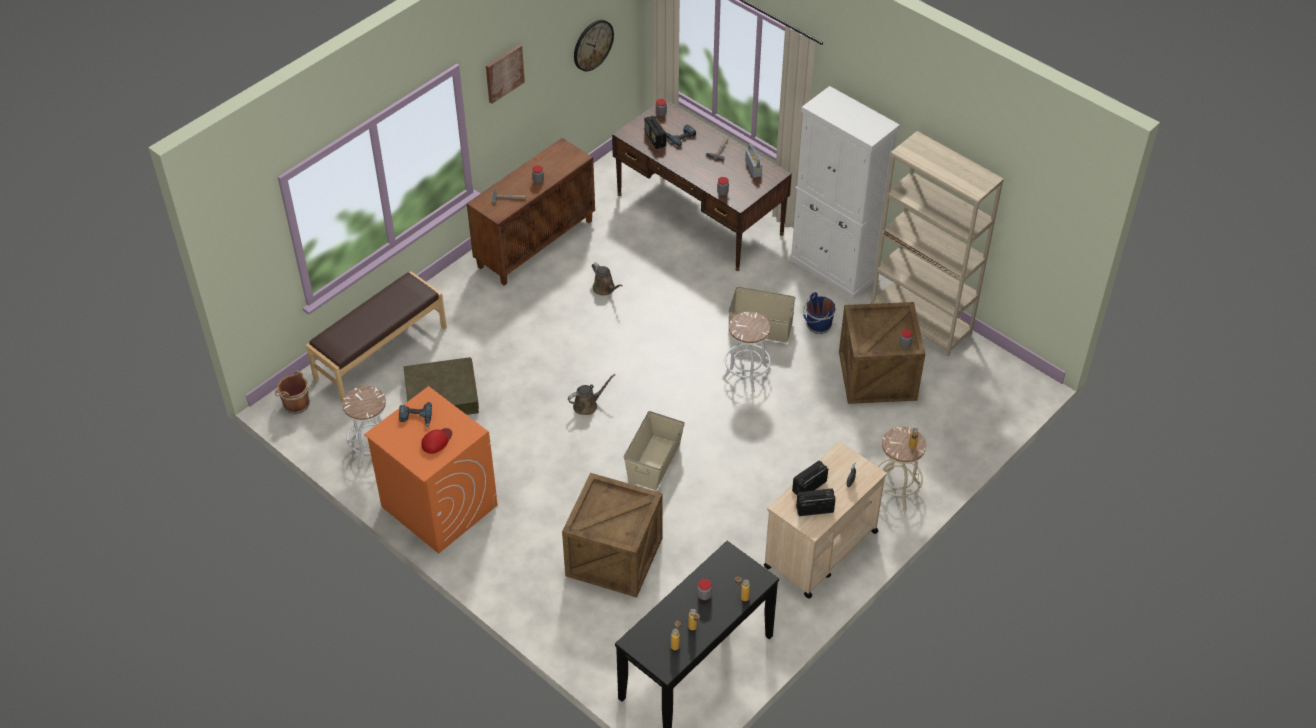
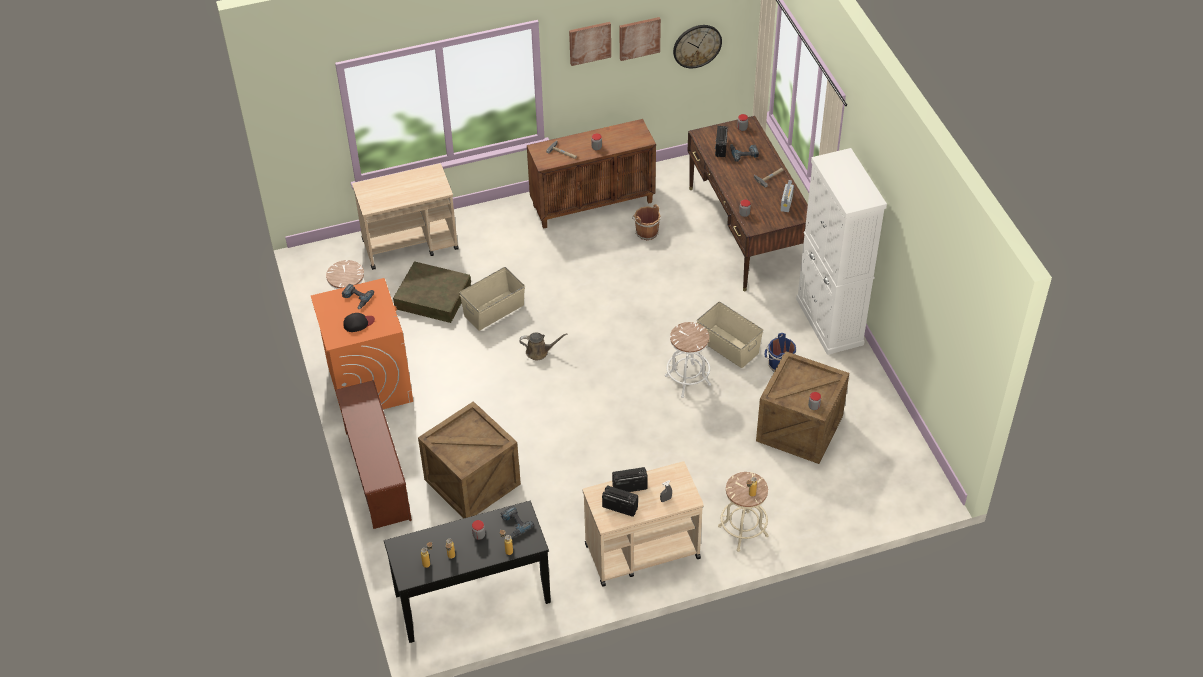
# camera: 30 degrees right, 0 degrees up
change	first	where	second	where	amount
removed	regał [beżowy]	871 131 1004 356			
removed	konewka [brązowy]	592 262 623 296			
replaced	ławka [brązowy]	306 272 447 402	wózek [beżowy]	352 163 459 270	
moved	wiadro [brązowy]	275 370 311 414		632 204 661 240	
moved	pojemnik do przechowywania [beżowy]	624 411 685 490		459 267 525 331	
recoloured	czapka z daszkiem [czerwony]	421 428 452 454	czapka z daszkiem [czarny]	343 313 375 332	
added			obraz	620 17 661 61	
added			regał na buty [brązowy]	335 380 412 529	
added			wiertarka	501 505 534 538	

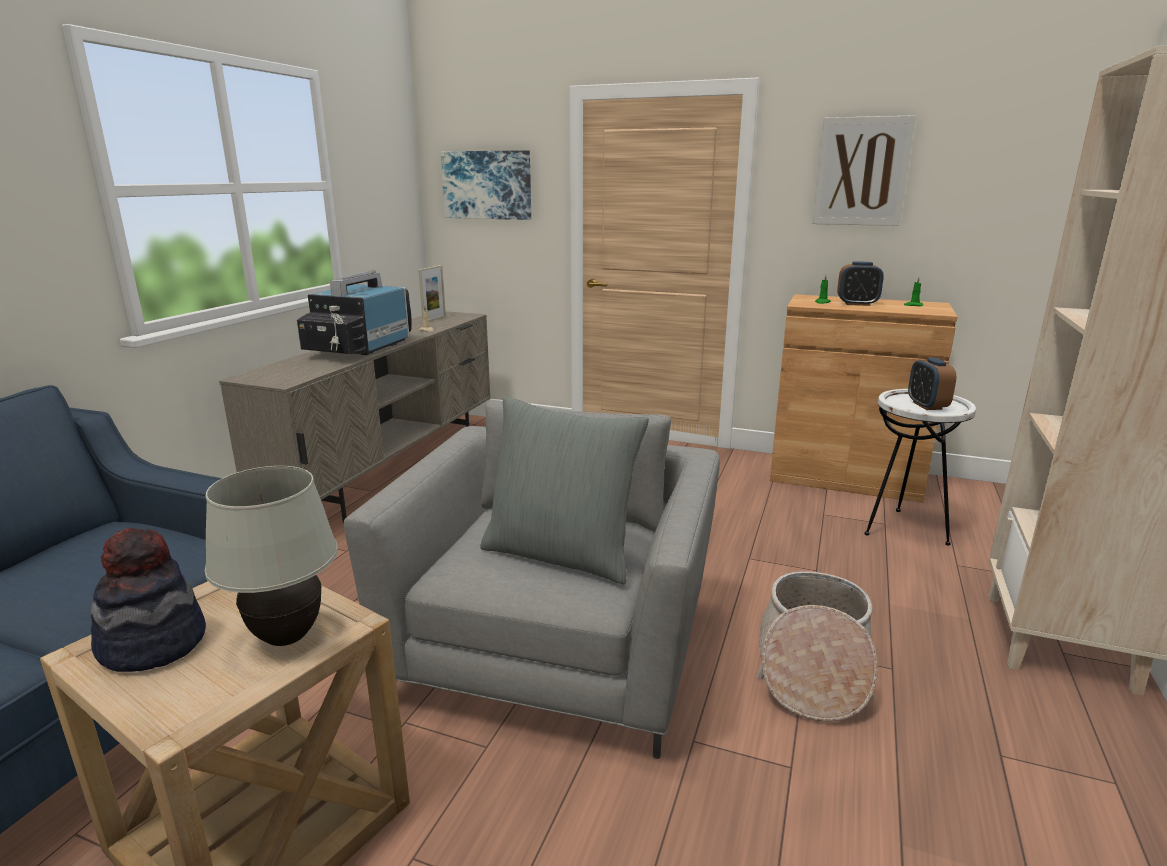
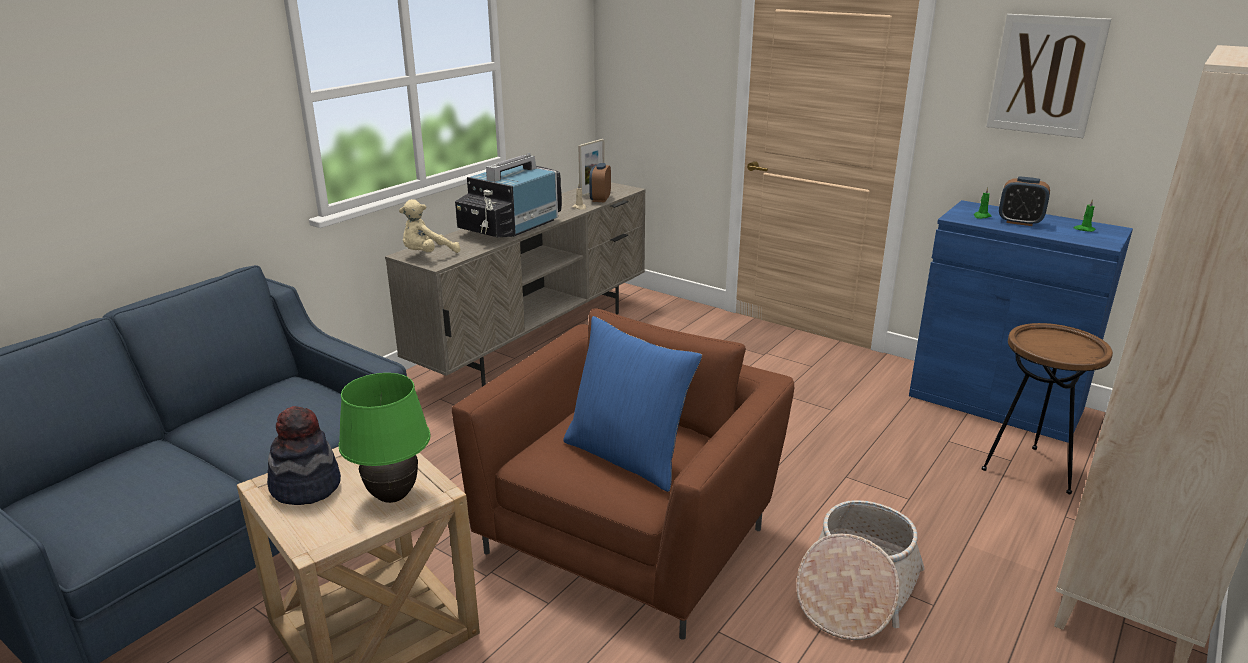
# camera: 15 degrees right, 5 degrees up
change	first	where	second	where	amount
removed	obraz	441 150 531 220			
recoloured	szafka [brązowy]	770 294 958 503	szafka [niebieski]	909 200 1133 443	
moved	budzik	908 357 956 410		589 163 611 202	
recoloured	stolik [biały]	864 389 976 545	stolik [brązowy]	982 323 1113 494	
recoloured	poduszka [szary]	480 397 649 584	poduszka [niebieski]	563 316 702 492	
recoloured	fotel [szary]	344 400 720 759	fotel [brązowy]	452 308 794 640	
recoloured	lampa stołowa [biały]	205 466 338 646	lampa stołowa [zielony]	338 373 431 503	
added			pluszak [beżowy]	399 199 460 253	

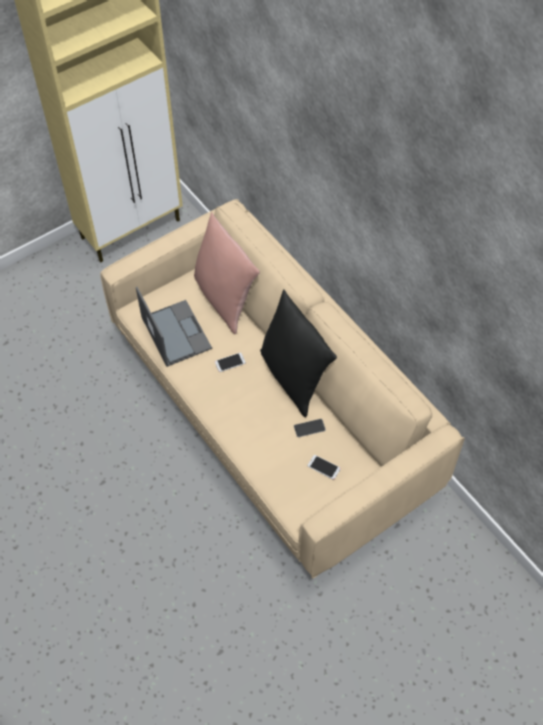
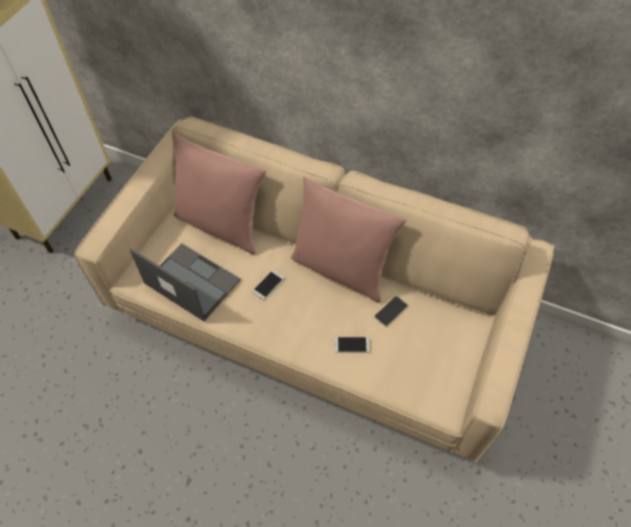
# camera: 30 degrees left, 0 degrees up
change	first	where	second	where	amount
recoloured	poduszka [czarny]	260 289 337 417	poduszka [różowy]	291 176 406 303	
moved	telefon	308 455 341 480		334 337 370 353	

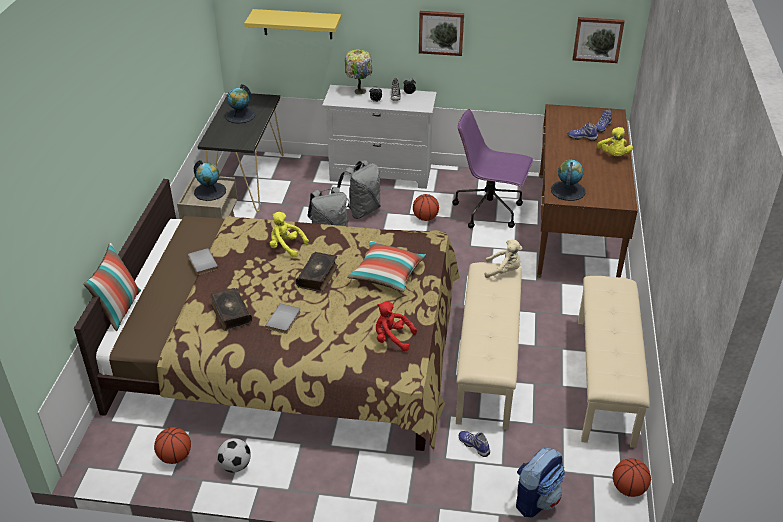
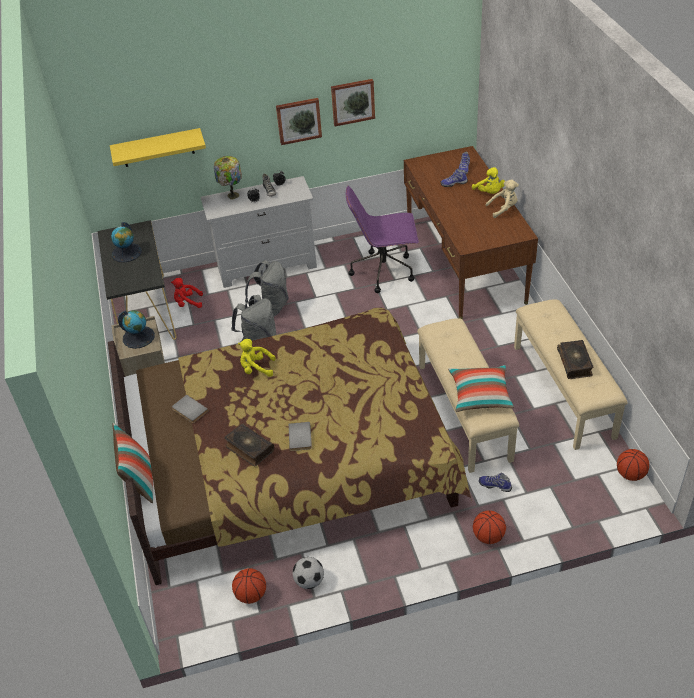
# camera: 20 degrees left, 5 degrees up
change	first	where	second	where	amount
moved	obraz	573 17 625 63		331 79 375 126	
removed	globus	551 160 585 201			
moved	piłka do koszykówki	413 194 439 221		473 510 506 544	
moved	pluszak [beżowy]	485 240 522 278		485 180 519 218	
moved	poduszka	347 241 426 292		448 365 514 412	
moved	książka	296 252 338 292		557 340 593 379	
moved	pluszak [czerwony]	376 301 417 351		171 278 203 308	
removed	plecak	516 448 565 518			

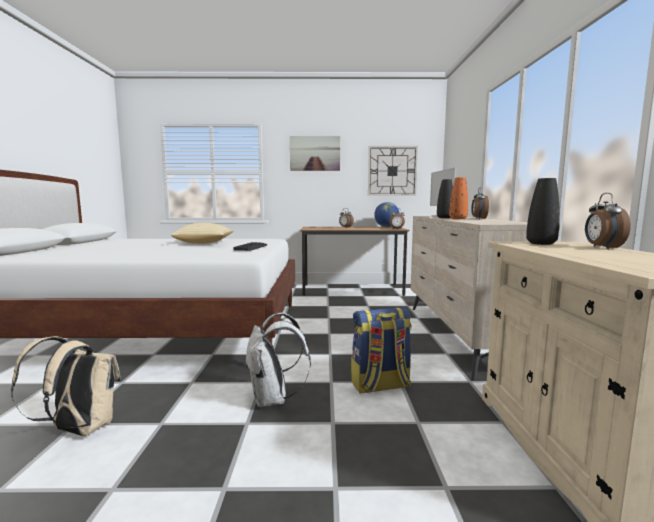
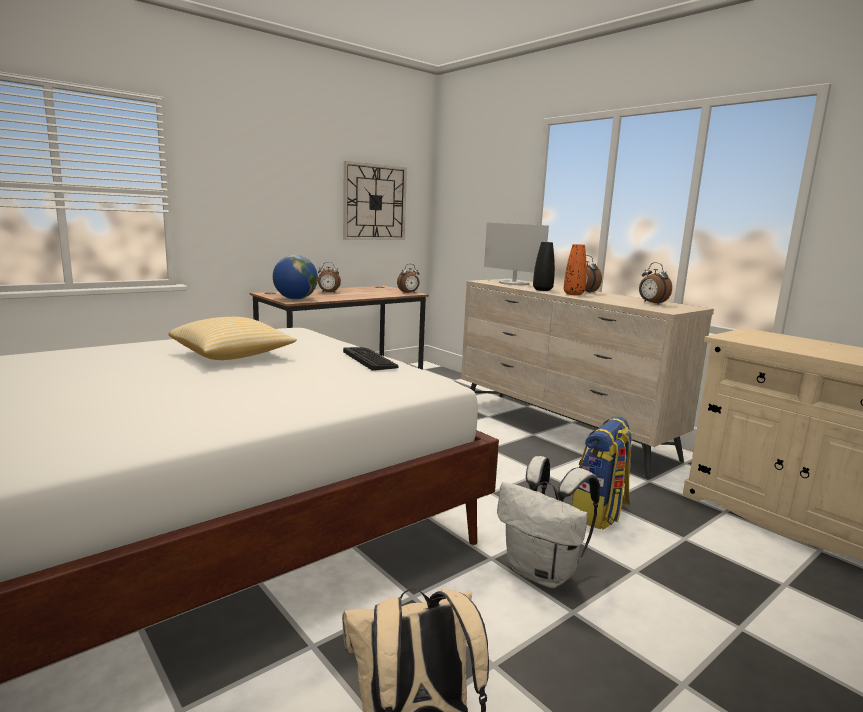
# camera: 40 degrees left, 5 degrees up
change	first	where	second	where	amount
removed	obraz	290 136 340 171			
removed	wazon [czarny]	526 178 560 245			
moved	budzik	585 193 631 249		639 262 672 305	
moved	globus	374 202 400 227		273 255 318 300	

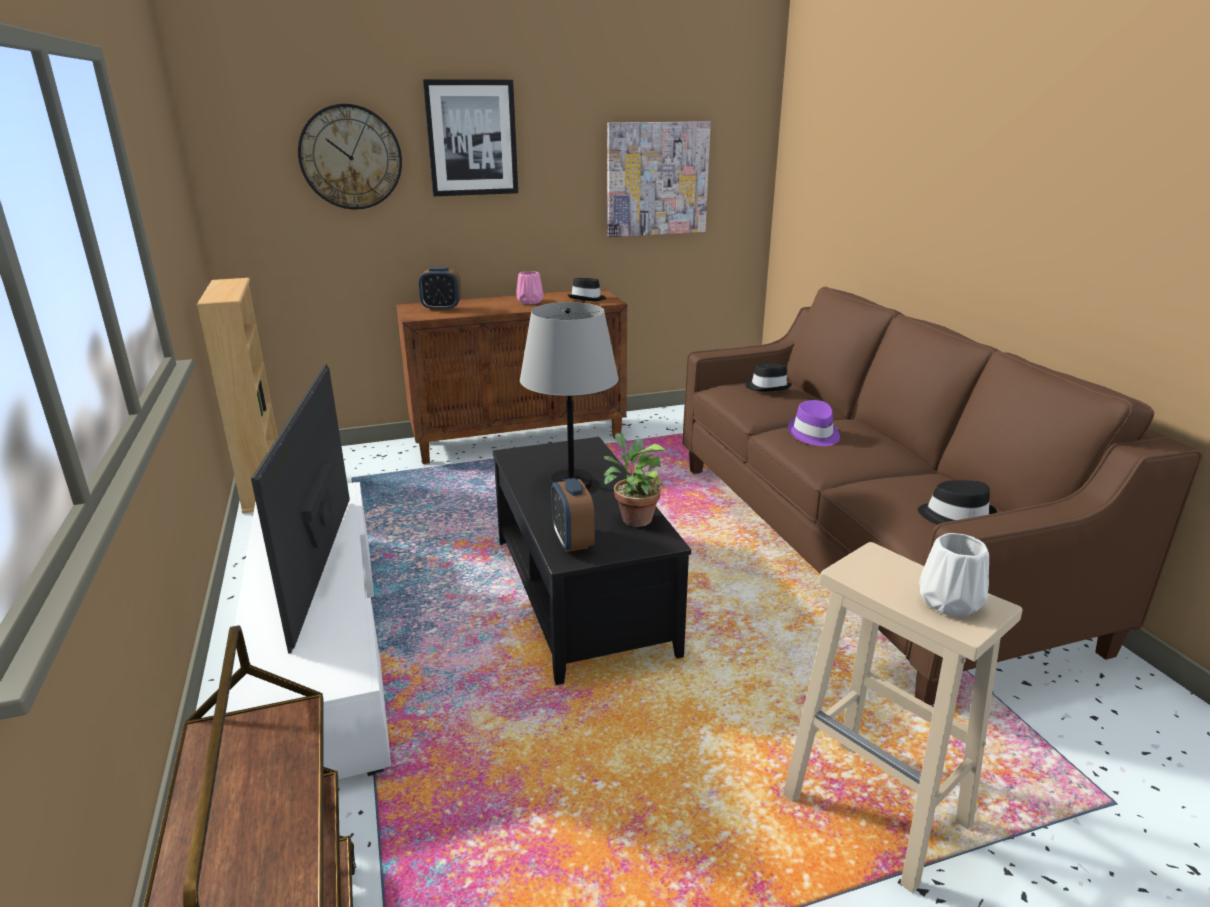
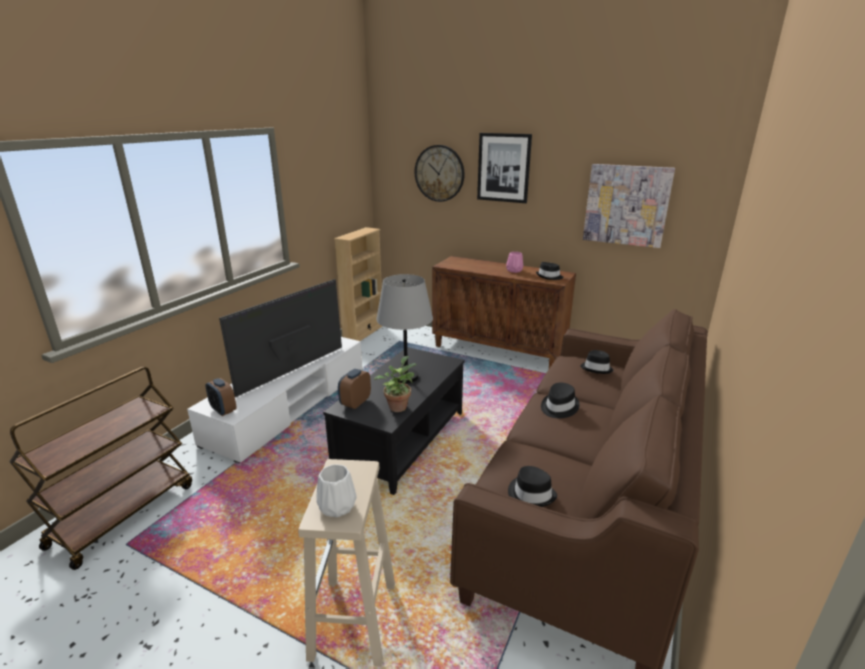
# camera: 45 degrees right, 0 degrees up
change	first	where	second	where	amount
moved	budzik	418 267 461 310		206 378 236 416	
recoloured	kapelusz [fioletowy]	788 400 840 446	kapelusz [czarny]	541 383 580 418	

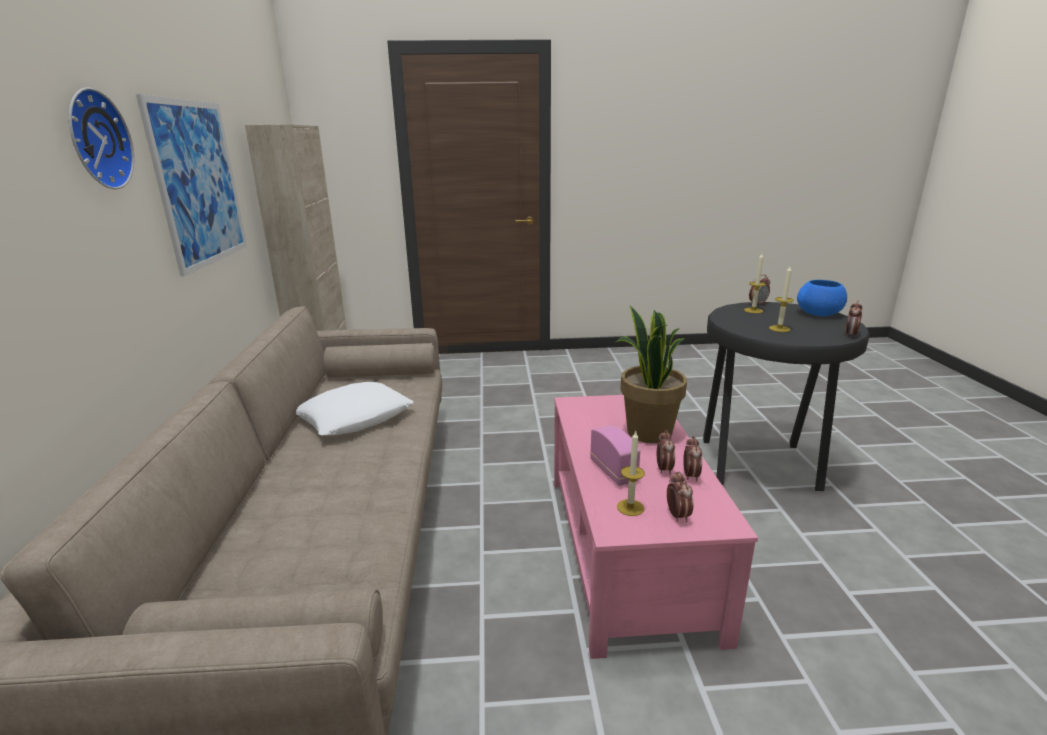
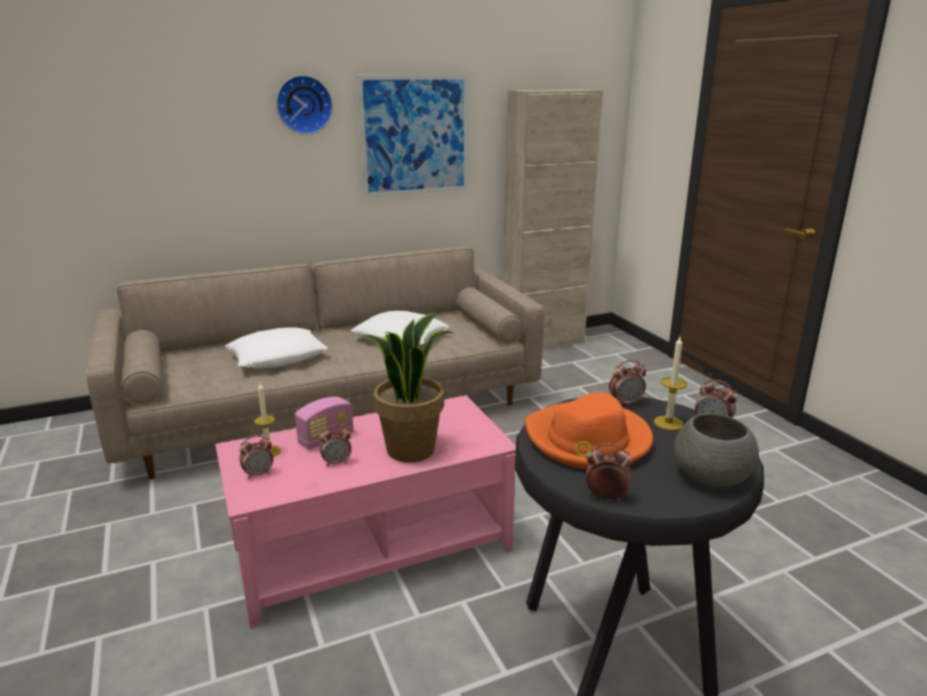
# camera: 70 degrees right, 0 degrees up
change	first	where	second	where	amount
replaced	świeca	769 266 794 332	kapelusz [pomarańczowy]	525 392 653 469	
recoloured	miska [niebieski]	797 280 847 316	miska [szary]	674 414 759 487	
moved	budzik	683 436 702 482		609 360 646 405	
added			poduszka [biały]	225 327 328 369	

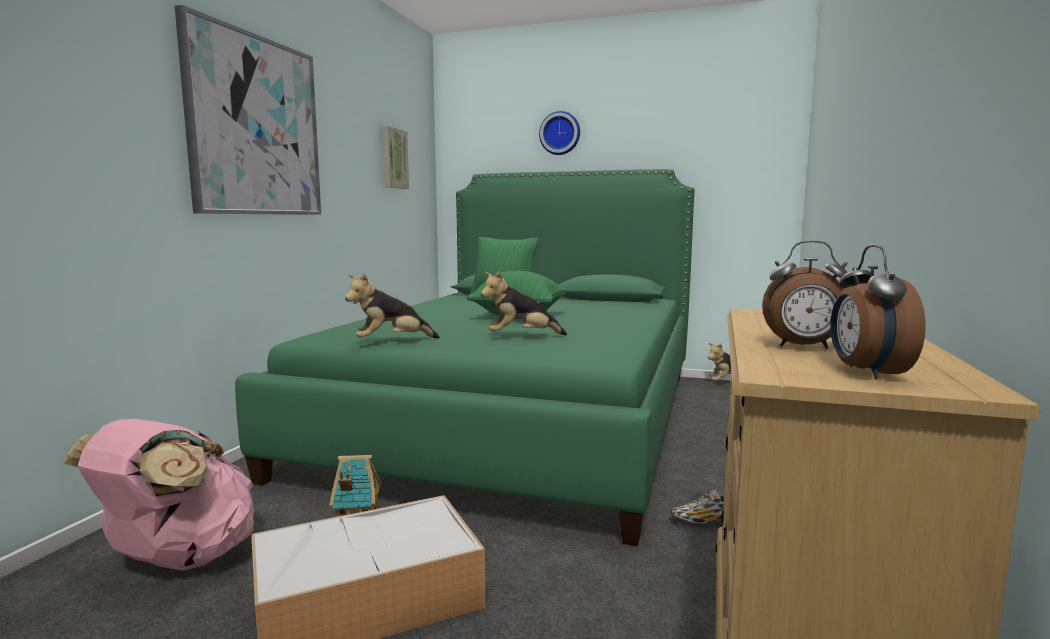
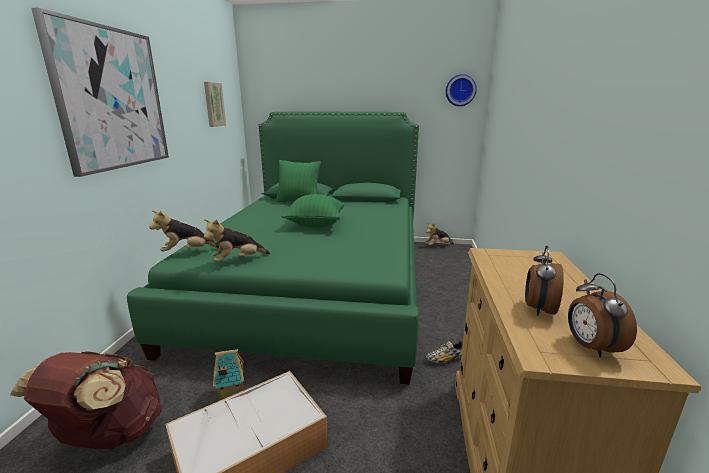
# camera: 10 degrees left, 10 degrees up
change	first	where	second	where	amount
moved	zegar ścienny	539 111 580 155		446 74 477 106	
turned	budzik	762 240 848 349		525 245 564 315	105 degrees clockwise
moved	pluszak	481 271 567 335		149 210 219 252	
recoloured	plecak [różowy]	63 419 254 571	plecak [brązowy]	10 351 162 449	

